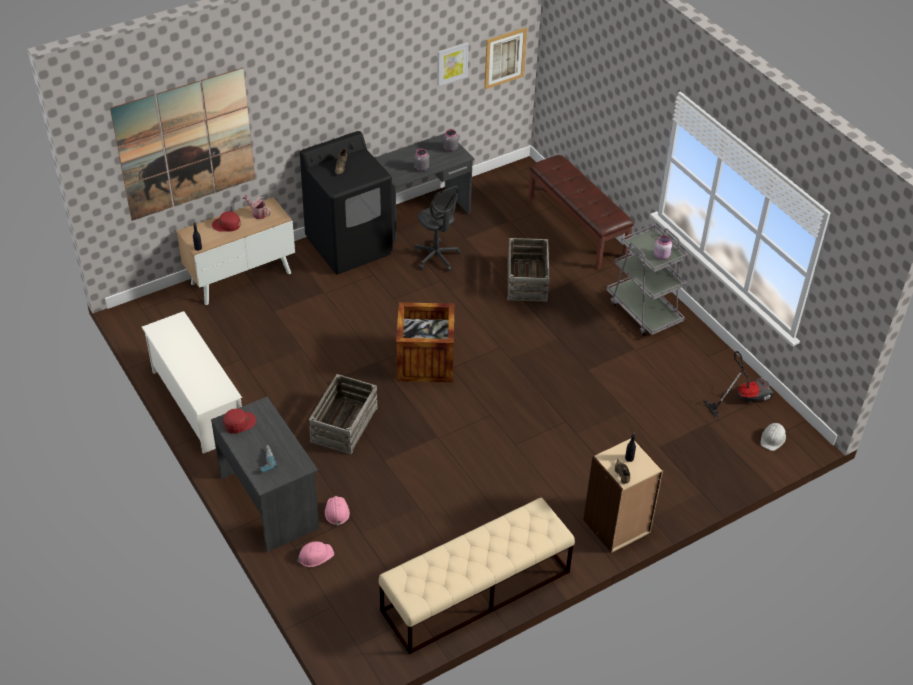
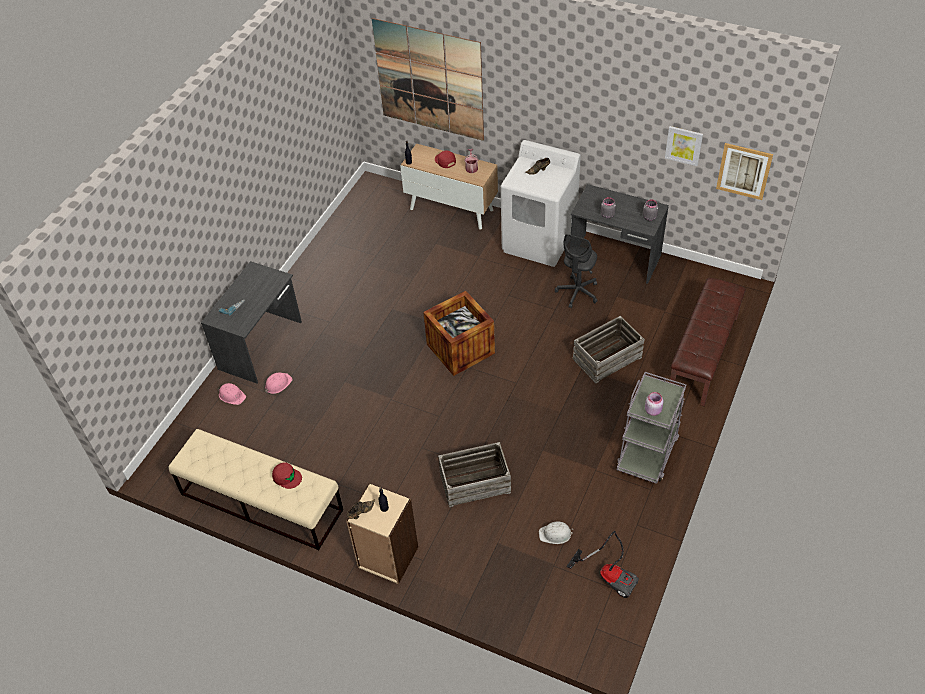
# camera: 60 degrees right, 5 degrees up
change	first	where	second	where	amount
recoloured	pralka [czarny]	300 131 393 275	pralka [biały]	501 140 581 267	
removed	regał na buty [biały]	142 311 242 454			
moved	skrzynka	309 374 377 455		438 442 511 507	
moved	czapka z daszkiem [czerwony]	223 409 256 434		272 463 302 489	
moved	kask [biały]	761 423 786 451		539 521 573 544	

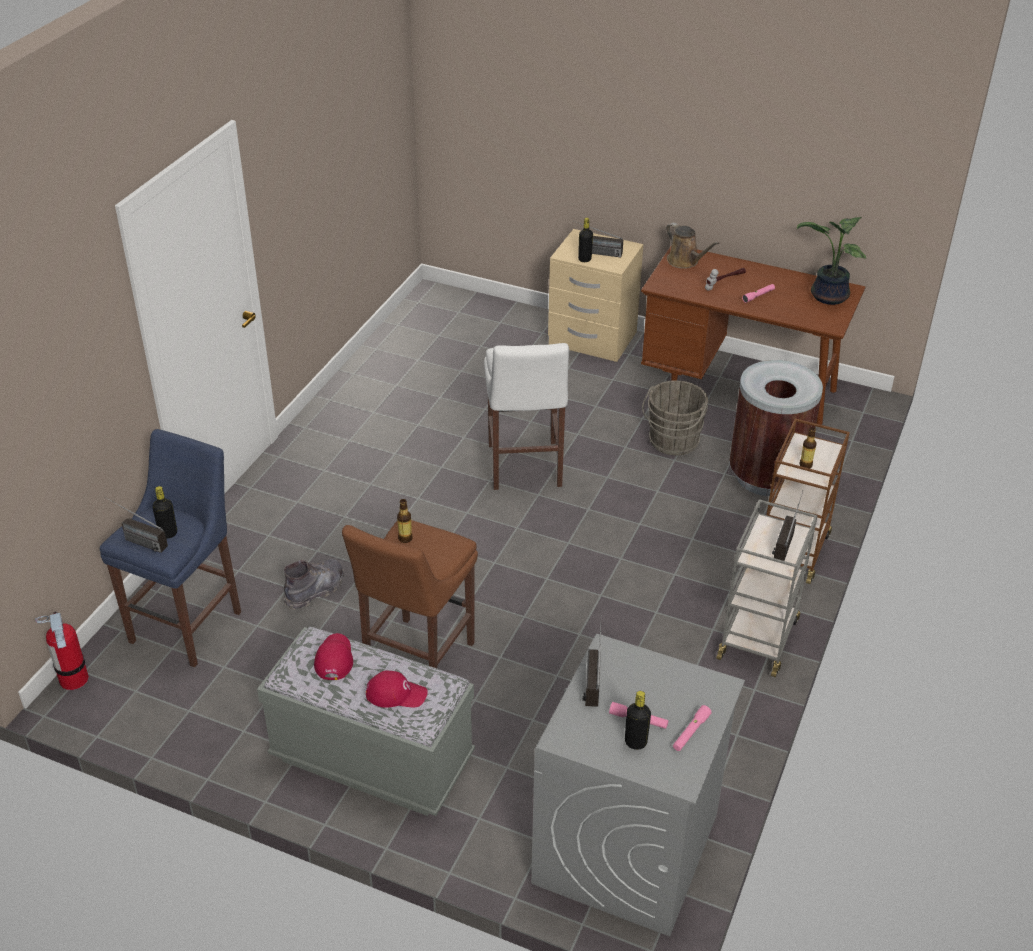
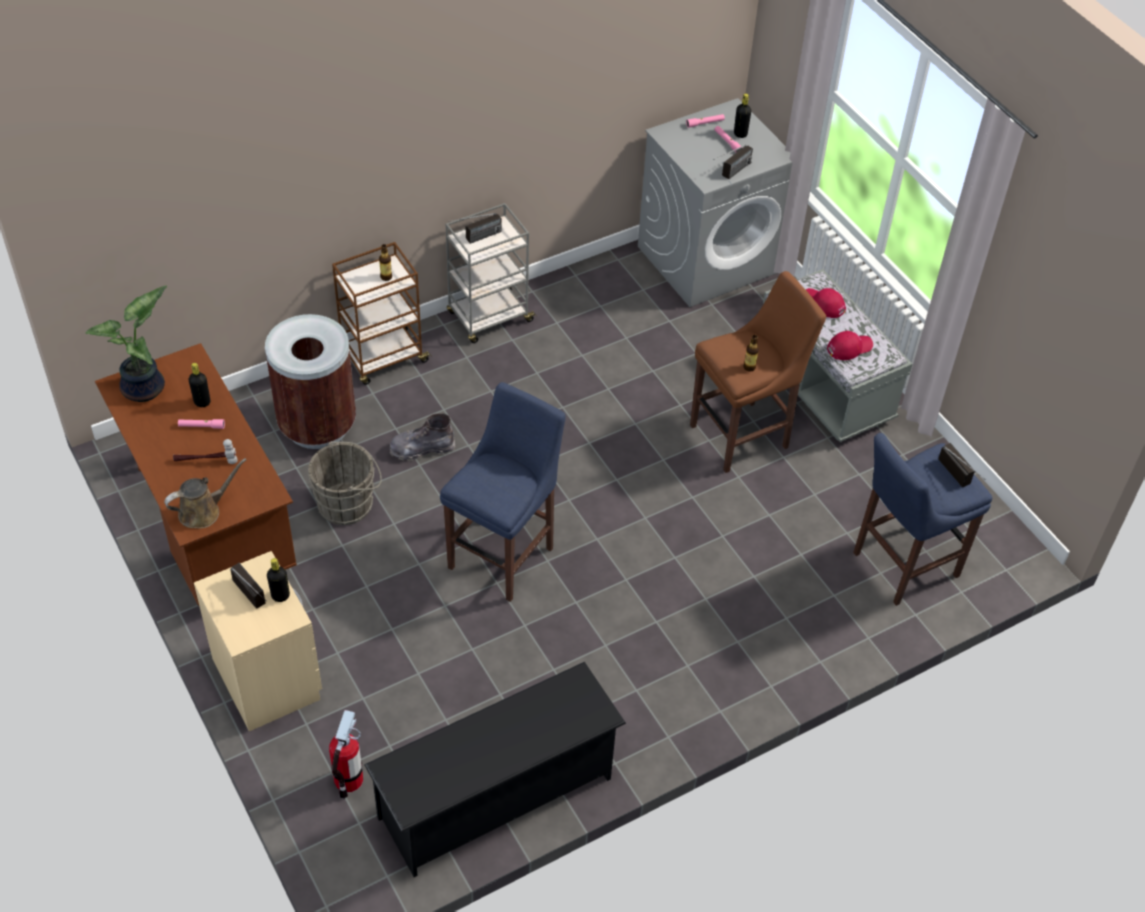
# camera: 145 degrees left, 10 degrees up
change	first	where	second	where	amount
turned	konewka [brązowy]	666 223 719 269		164 458 246 529	60 degrees clockwise
recoloured	stołek [biały]	484 343 569 490	stołek [niebieski]	440 382 566 602	
moved	butelka [czarny]	152 486 177 539		189 363 211 407	
moved	but z cholewką [szary]	284 559 344 610		390 413 456 461	
moved	gaśnica	35 612 89 690		329 710 363 799	
turned	czapka z daszkiem [czerwony]	314 633 353 680		827 331 873 360	150 degrees counterclockwise
added			regał na buty [czarny]	364 662 626 877	

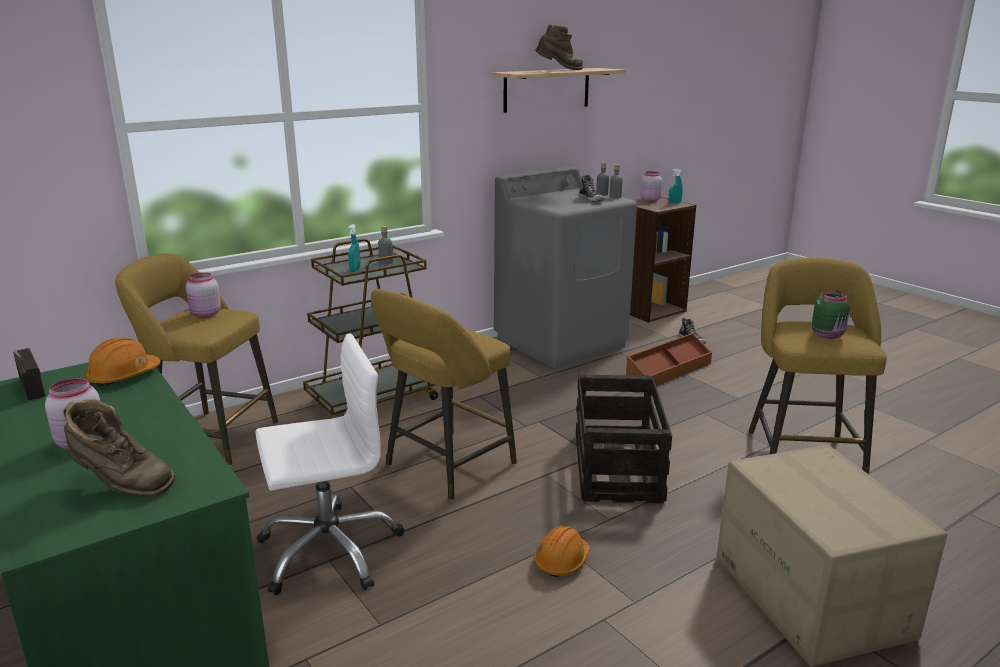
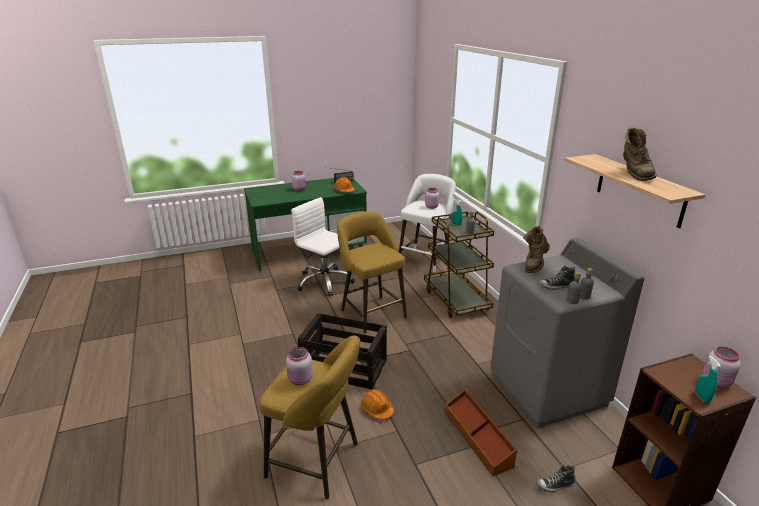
# camera: 105 degrees right, 5 degrees up
change	first	where	second	where	amount
recoloured	stołek [żółty]	115 254 278 466	stołek [biały]	399 174 456 273	
recoloured	słoik [zielony]	812 290 850 339	słoik [różowy]	286 347 313 385	
turned	krzesło biurowe [biały]	255 333 405 595		291 197 355 297	135 degrees clockwise
moved	but z cholewką [brązowy]	63 399 176 498		523 226 550 273	
removed	karton	717 445 948 667			
moved	kask [pomarańczowy]	534 525 590 577		361 389 394 420	

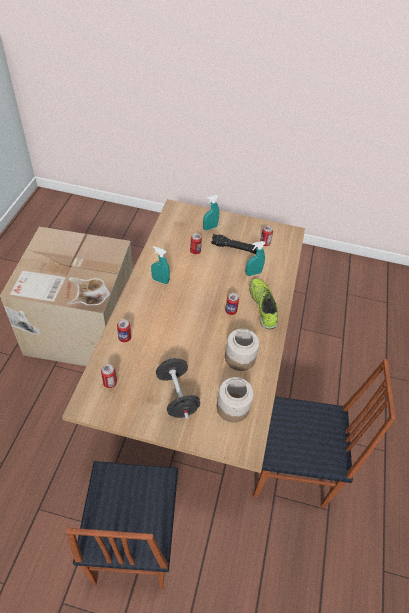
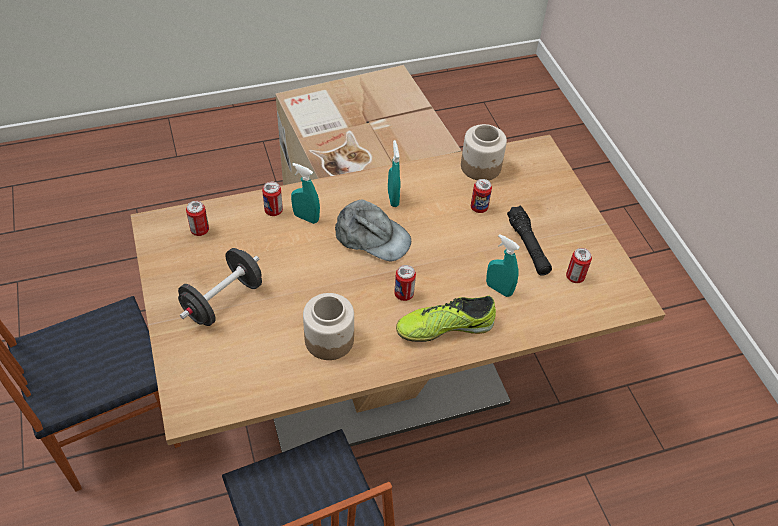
# camera: 60 degrees right, 0 degrees up
change	first	where	second	where	amount
moved	spryskiwacz [turkusowy]	203 195 219 230		291 163 320 224	
turned	but	250 278 278 329		396 295 496 342	150 degrees counterclockwise
moved	słoik	217 377 254 423		461 124 507 180	
added			czapka z daszkiem [szary]	335 199 411 262	

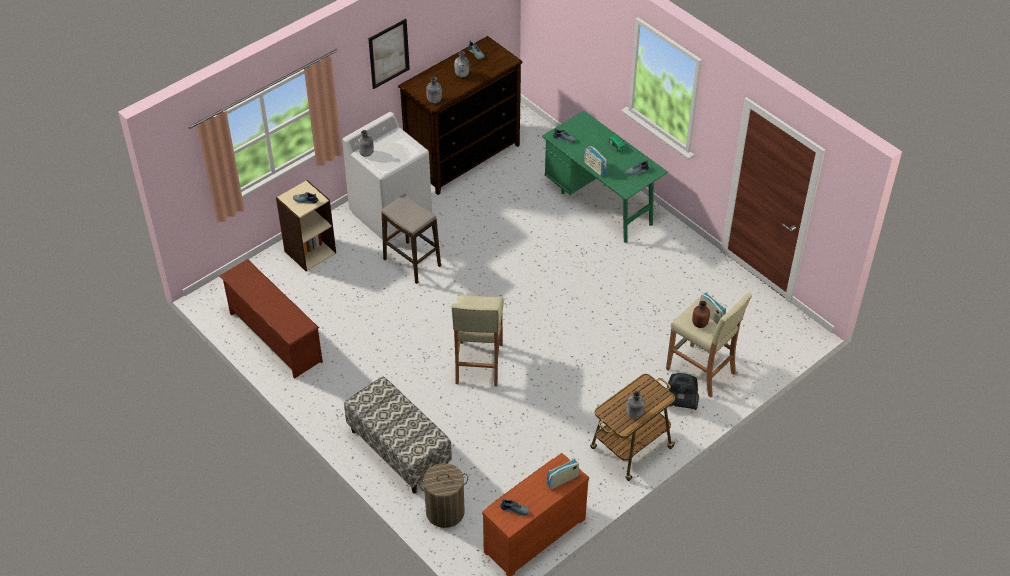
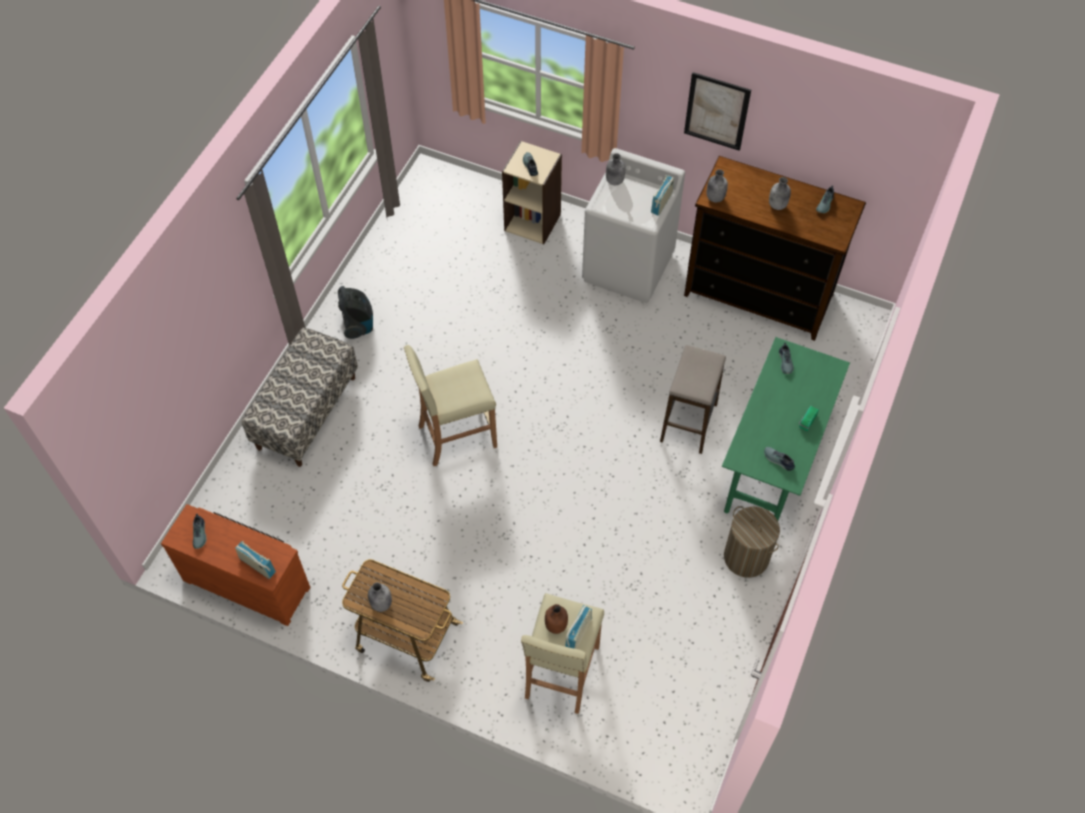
# camera: 65 degrees right, 10 degrees up
change	first	where	second	where	amount
moved	radio	584 146 607 176		651 175 674 216	
moved	stołek	382 194 441 284		660 345 726 454	
removed	regał na buty [brązowy]	219 259 323 379			
moved	odkurzacz	665 373 699 410		338 286 373 339	
moved	kosz na pranie	419 463 468 528		724 506 780 578	

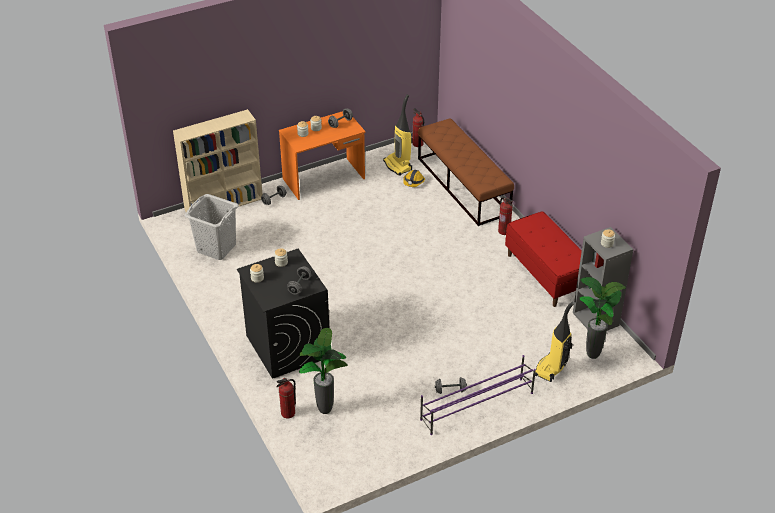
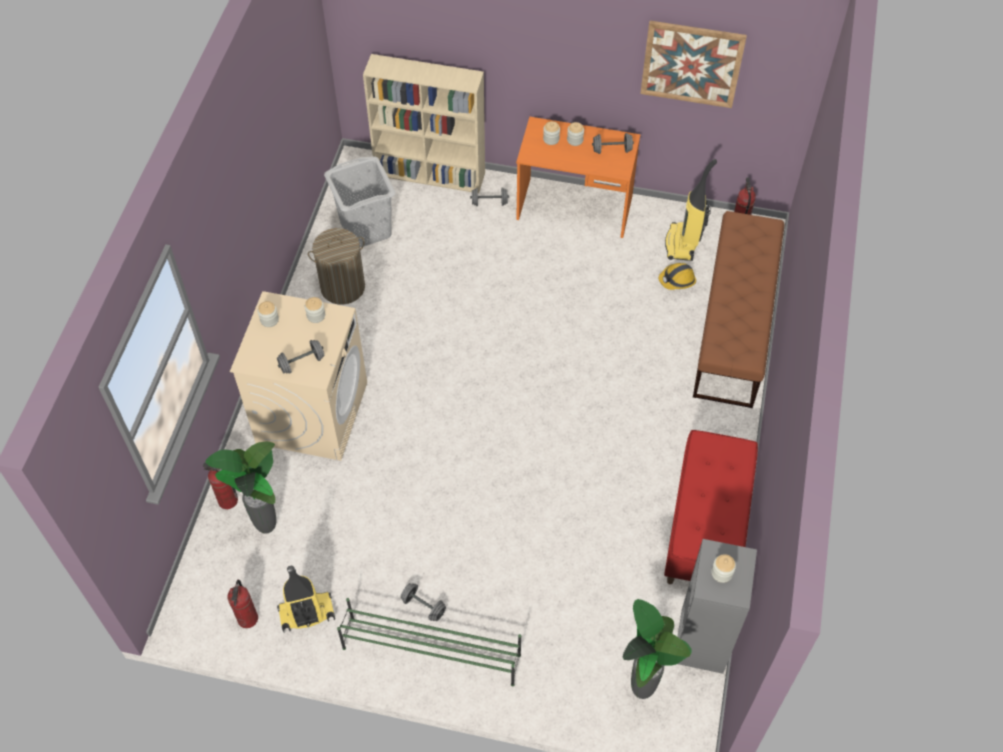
# camera: 40 degrees right, 15 degrees up
change	first	where	second	where	amount
moved	gaśnica	498 197 513 235		227 580 258 628	
recoloured	pralka [czarny]	237 249 329 379	pralka [beżowy]	230 291 367 461	
moved	odkurzacz	535 302 574 382		277 566 335 633	
recoloured	regał na buty [fioletowy]	420 355 536 435	regał na buty [zielony]	337 598 521 686	
added			obraz	640 21 747 108	
added			kosz na pranie	308 228 365 305	

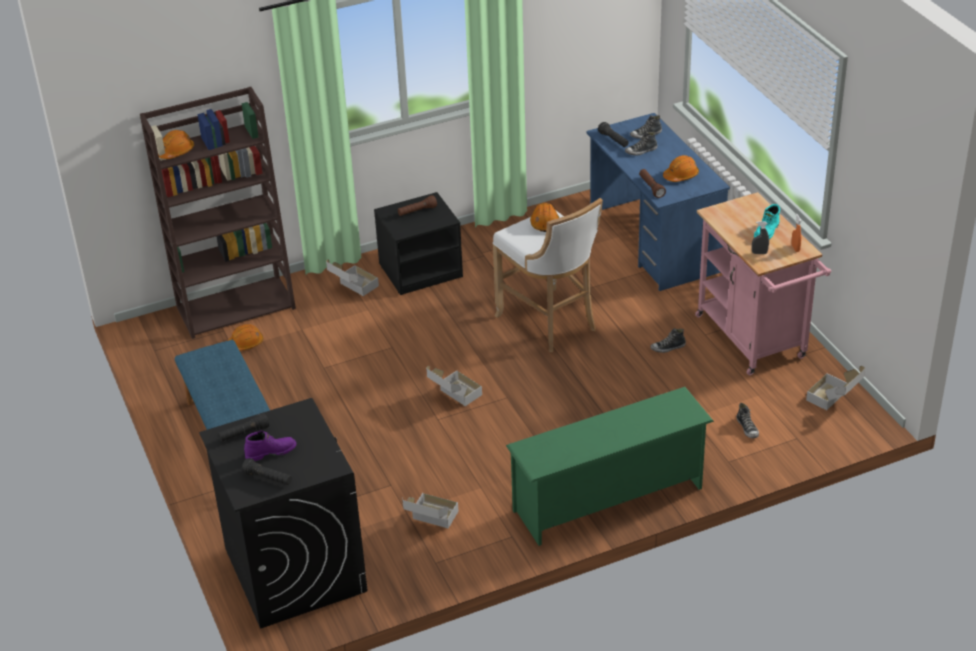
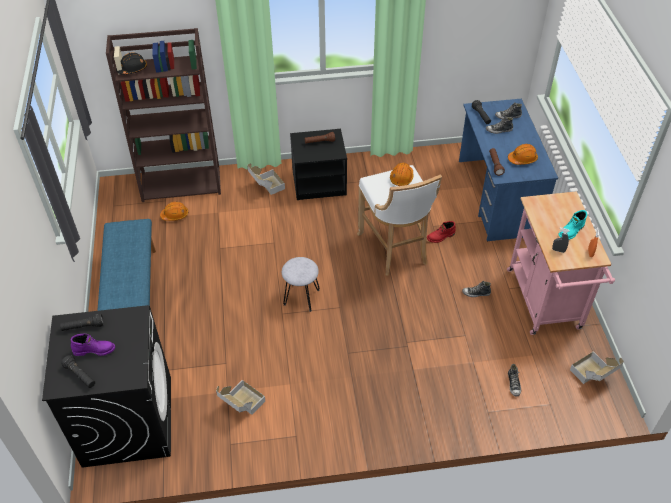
# camera: 15 degrees right, 10 degrees up
change	first	where	second	where	amount
recoloured	kask [pomarańczowy]	158 130 194 159	kask [czarny]	116 52 147 75	
replaced	karton	426 366 482 406	stołek [szary]	282 257 320 312	
removed	regał na buty [zielony]	506 387 714 546			
added			but z cholewką [czerwony]	427 221 456 243	

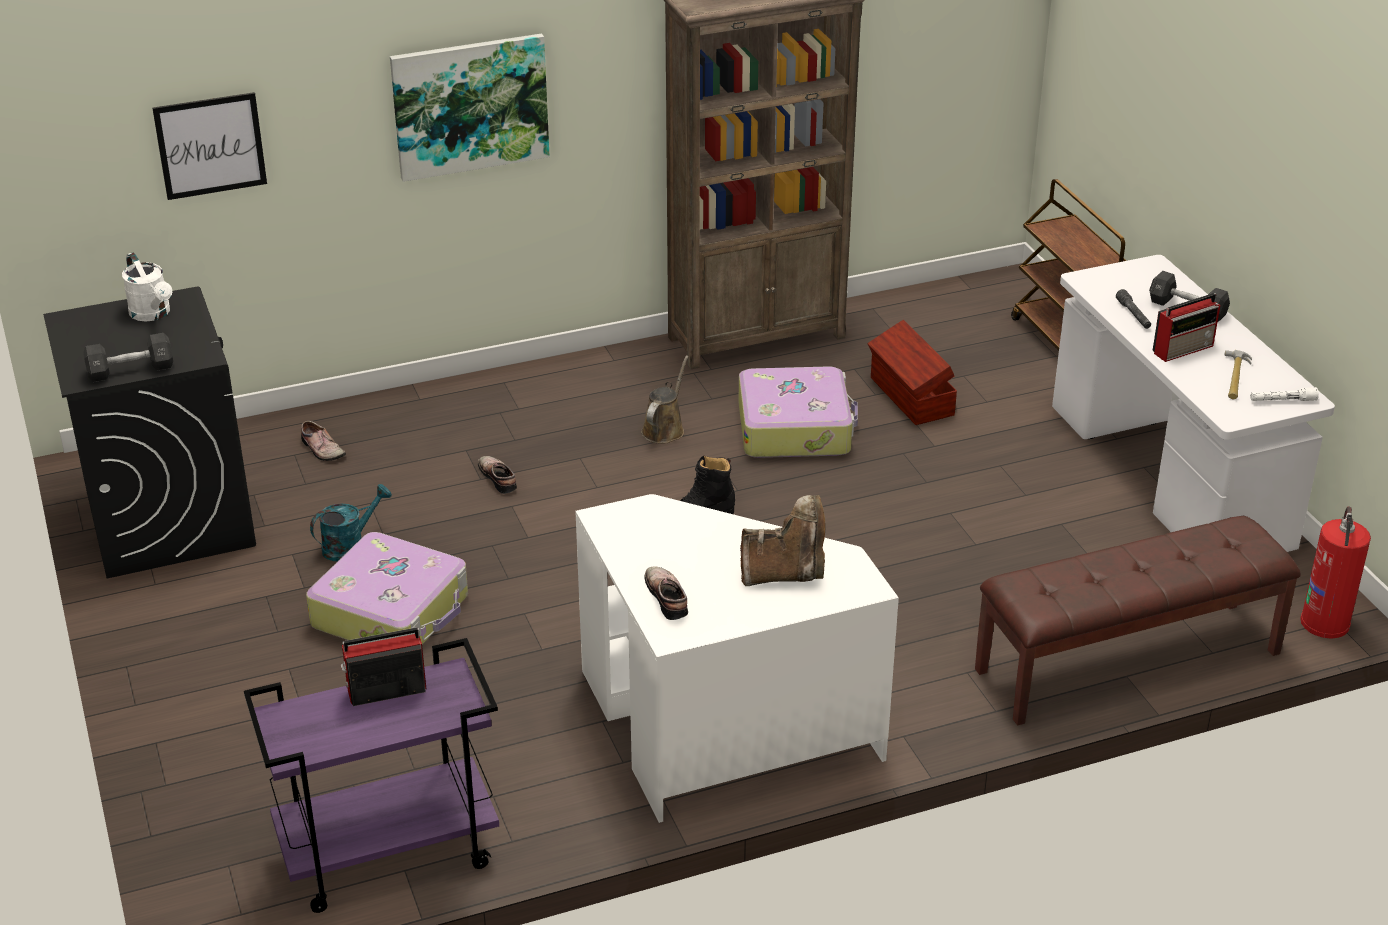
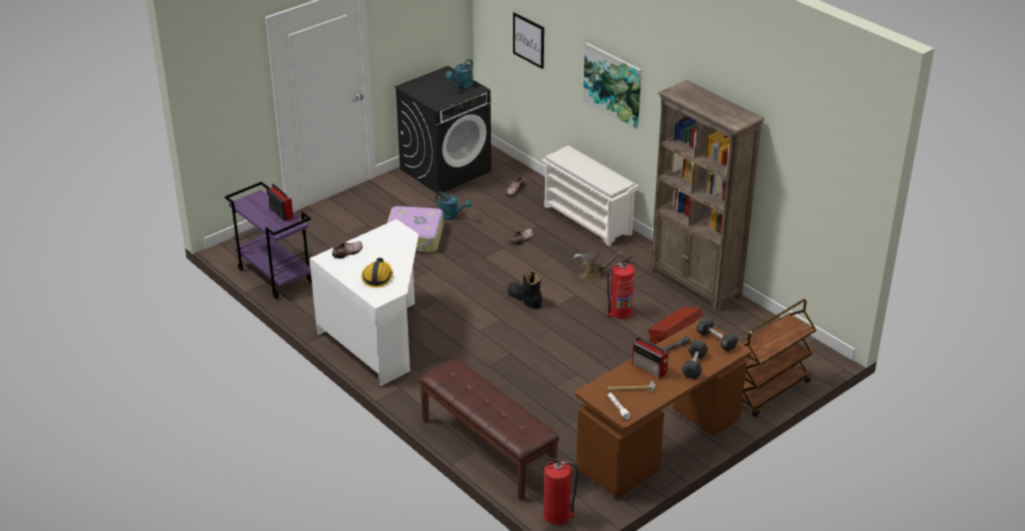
# camera: 70 degrees right, 0 degrees up
change	first	where	second	where	amount
recoloured	konewka [biały]	122 253 172 321	konewka [turkusowy]	446 59 473 89	
recoloured	biurko [biały]	1052 255 1335 552	biurko [brązowy]	575 319 751 498	
moved	hantel [czarny]	83 333 173 382		696 316 738 352	
replaced	walizka	738 366 858 458	gaśnica	606 255 636 319	
replaced	but z cholewką [brązowy]	740 495 826 586	kask	361 258 393 288	
added			regał na buty [biały]	542 145 639 246	

